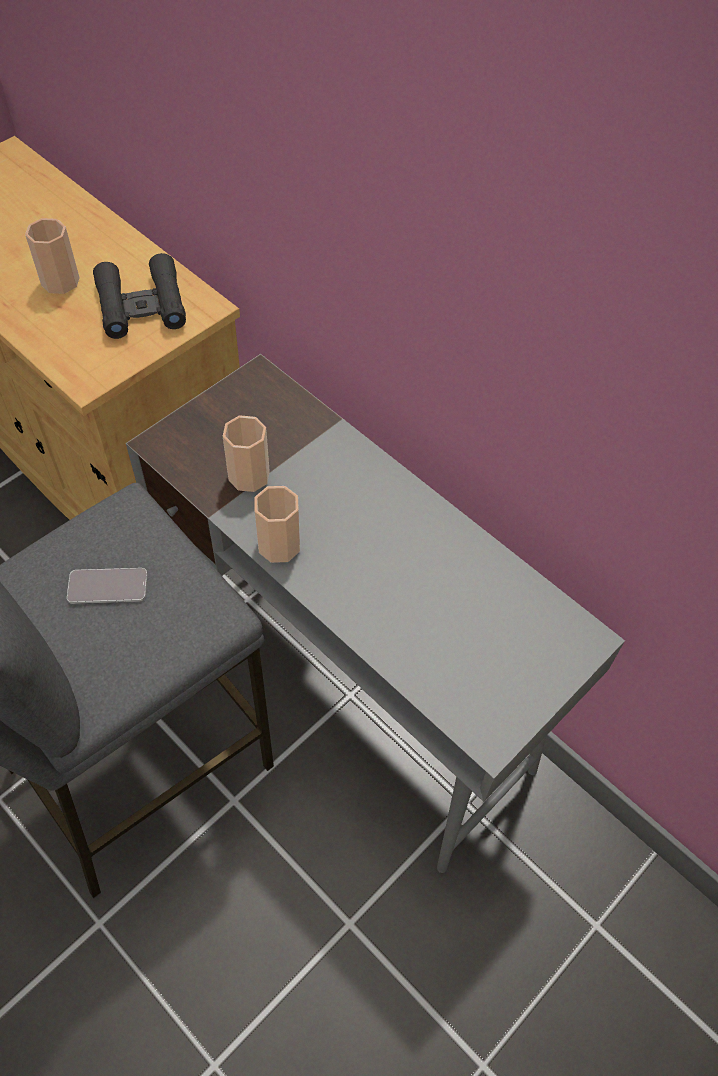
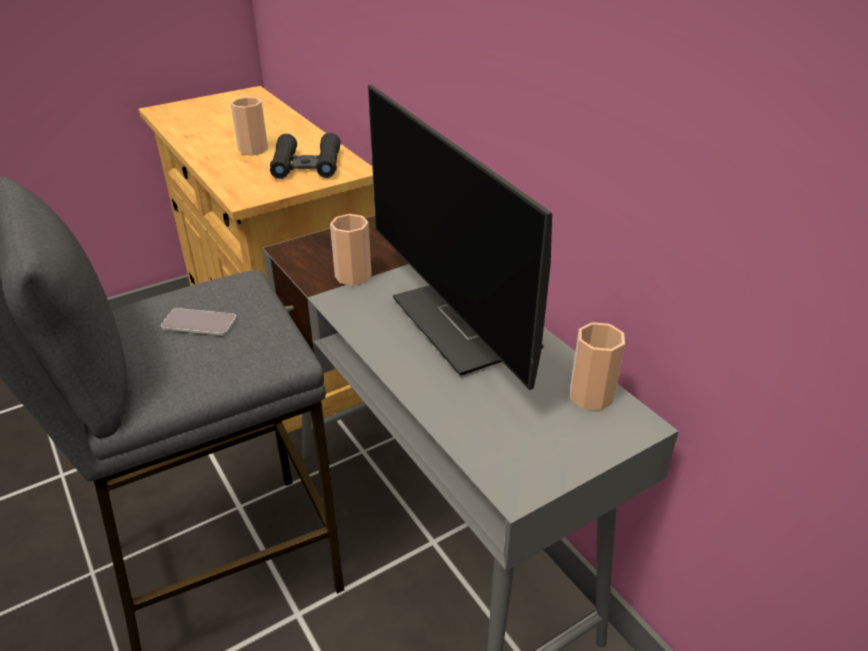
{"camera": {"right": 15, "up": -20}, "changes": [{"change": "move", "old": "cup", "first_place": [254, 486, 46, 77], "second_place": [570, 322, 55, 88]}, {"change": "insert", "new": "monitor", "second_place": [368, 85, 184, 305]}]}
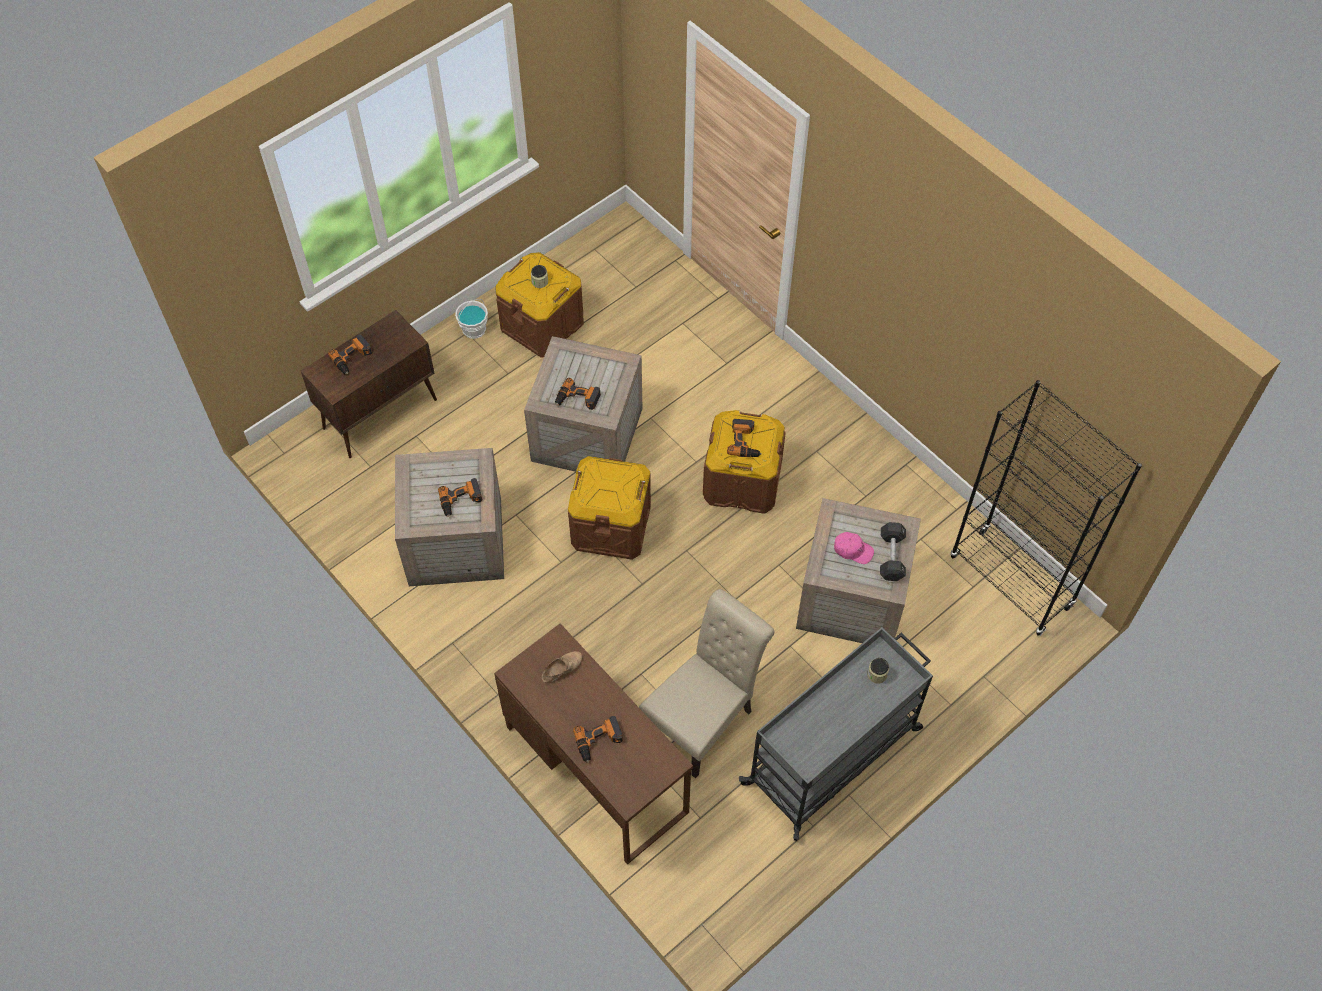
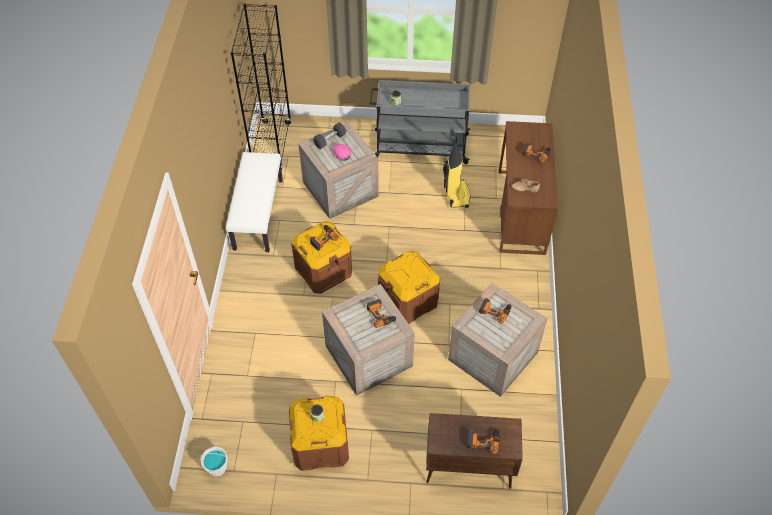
{"camera": {"right": -135, "up": -5}, "changes": [{"change": "move", "old": "bucket (white)", "first_place": [455, 299, 33, 40], "second_place": [200, 447, 28, 29]}, {"change": "replace", "old": "chair (beige)", "new": "vacuum cleaner", "first_place": [639, 589, 136, 190], "second_place": [443, 128, 27, 80]}, {"change": "insert", "new": "bench (white)", "second_place": [226, 152, 57, 100]}]}
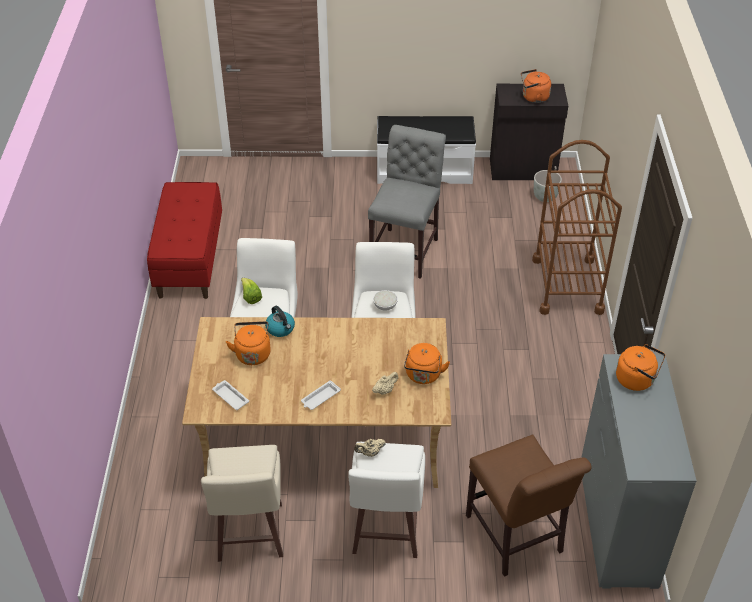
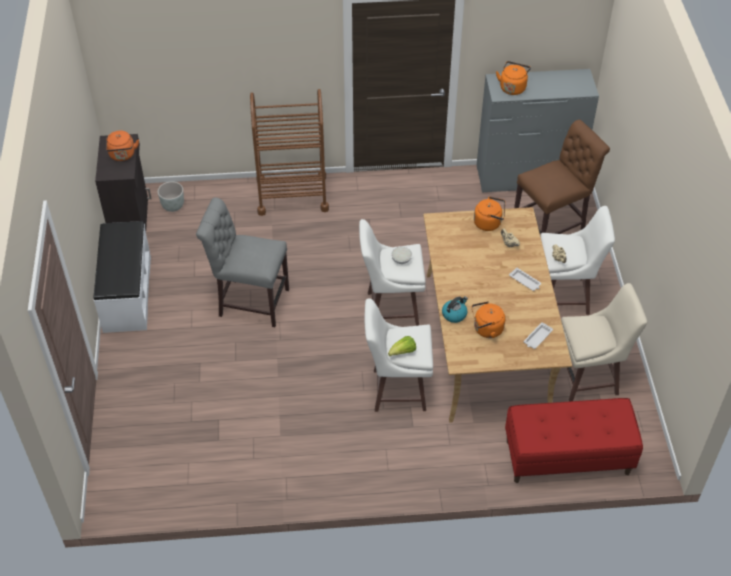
{"camera": {"right": -95, "up": 5}, "changes": [{"change": "move", "old": "bench (red)", "first_place": [147, 182, 75, 117], "second_place": [505, 398, 138, 85]}]}
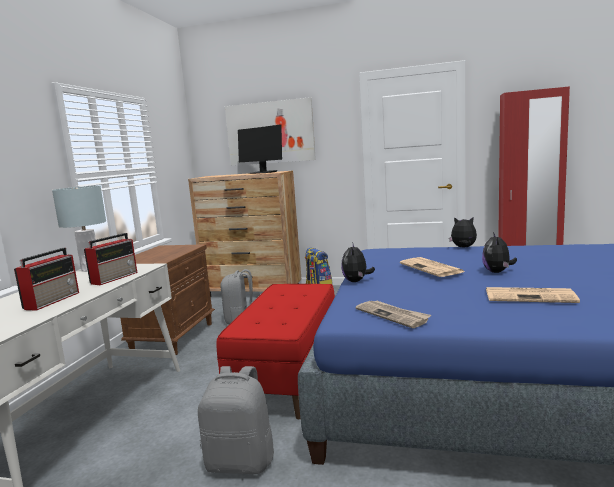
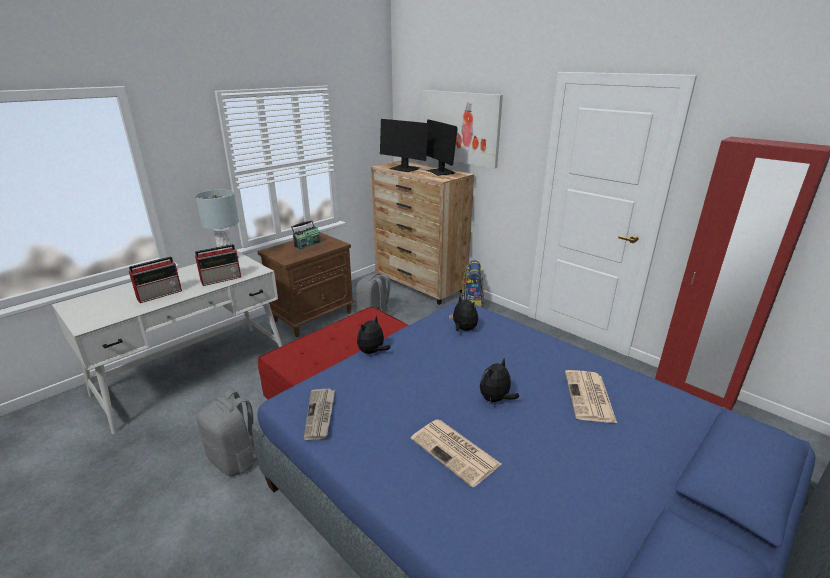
{"camera": {"right": 30, "up": 15}, "changes": [{"change": "move", "old": "newspaper", "first_place": [400, 257, 64, 20], "second_place": [565, 370, 52, 53]}, {"change": "move", "old": "plush toy", "first_place": [449, 217, 28, 30], "second_place": [449, 296, 29, 35]}, {"change": "insert", "new": "radio", "second_place": [291, 220, 30, 30]}, {"change": "insert", "new": "monitor", "second_place": [380, 119, 49, 53]}]}
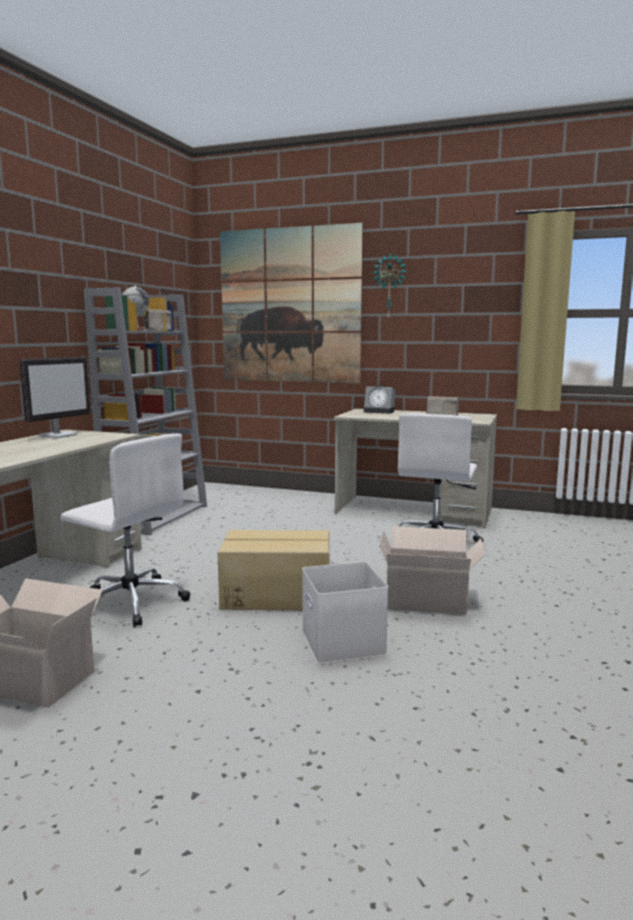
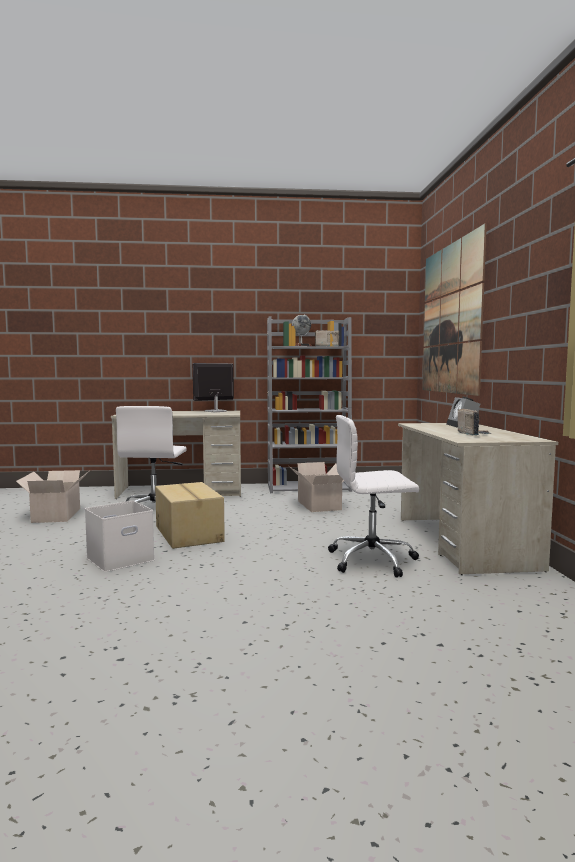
{"camera": {"right": 65, "up": -5}, "changes": [{"change": "rotate", "old": "monitor", "first_place": [20, 357, 71, 81], "second_place": [193, 363, 41, 49], "degrees": 135}, {"change": "delete", "old": "wall clock", "first_place": [372, 253, 36, 68]}, {"change": "move", "old": "cardboard box", "first_place": [380, 526, 105, 89], "second_place": [289, 462, 55, 50]}]}
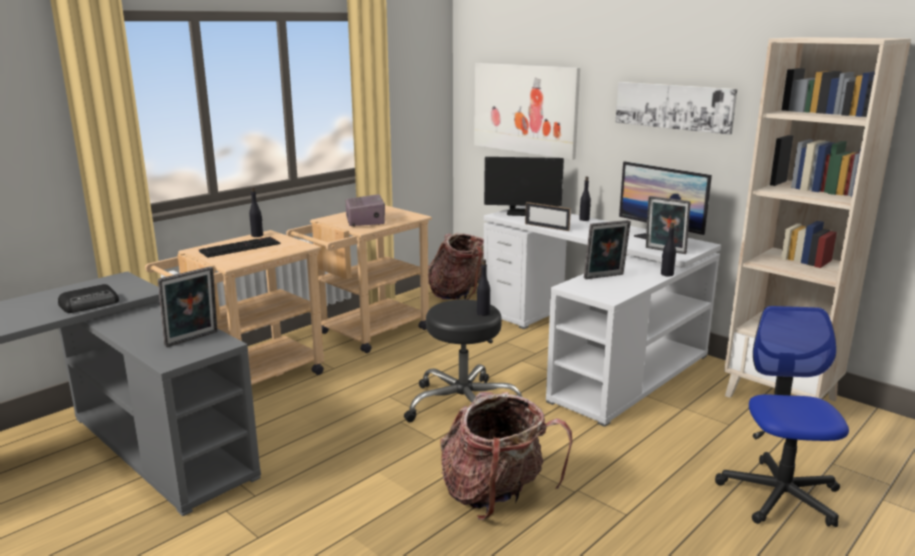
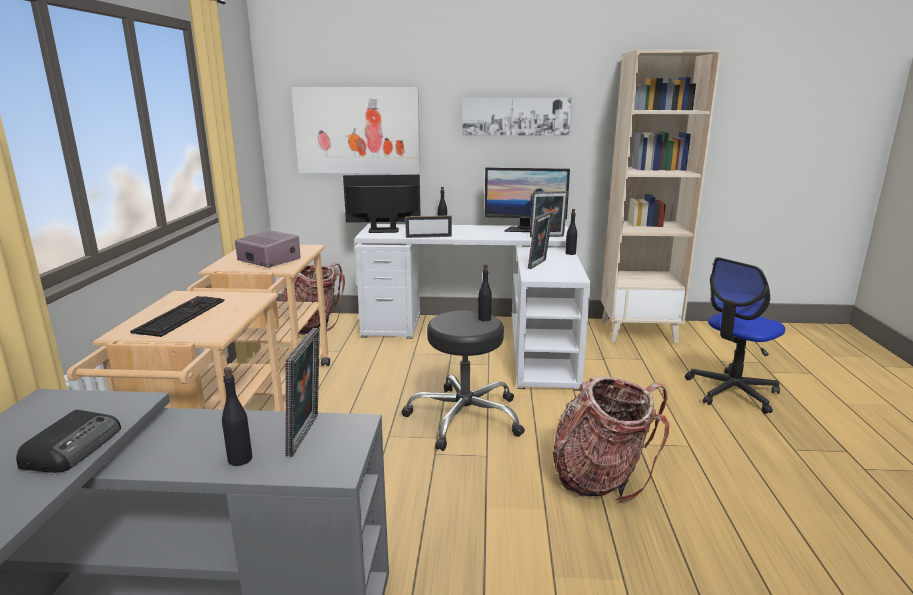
{"camera": {"right": -40, "up": 0}, "changes": [{"change": "move", "old": "bottle (black)", "first_place": [249, 187, 14, 50], "second_place": [222, 367, 30, 99]}, {"change": "rotate", "old": "monitor", "first_place": [484, 157, 80, 59], "second_place": [343, 174, 77, 59], "degrees": -150}, {"change": "rotate", "old": "office chair", "first_place": [715, 306, 134, 221], "second_place": [685, 257, 100, 157], "degrees": -90}]}
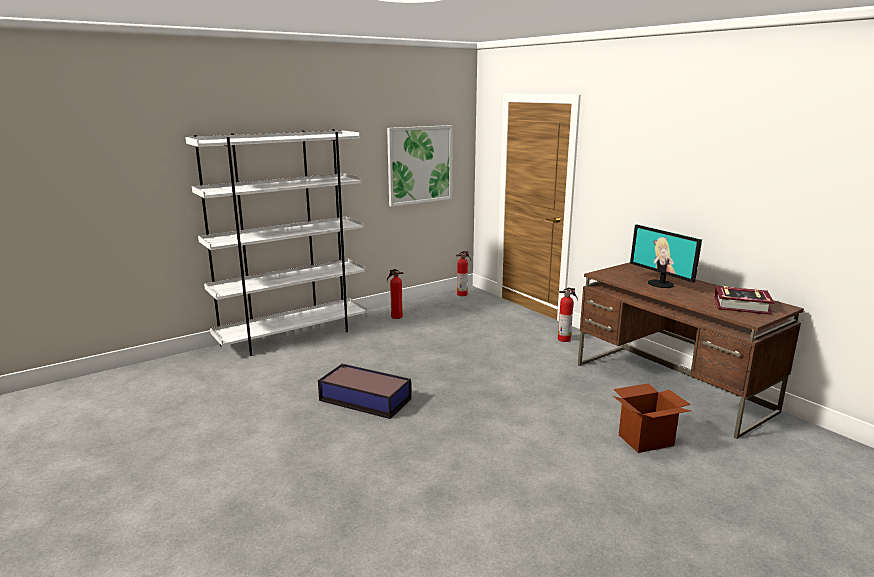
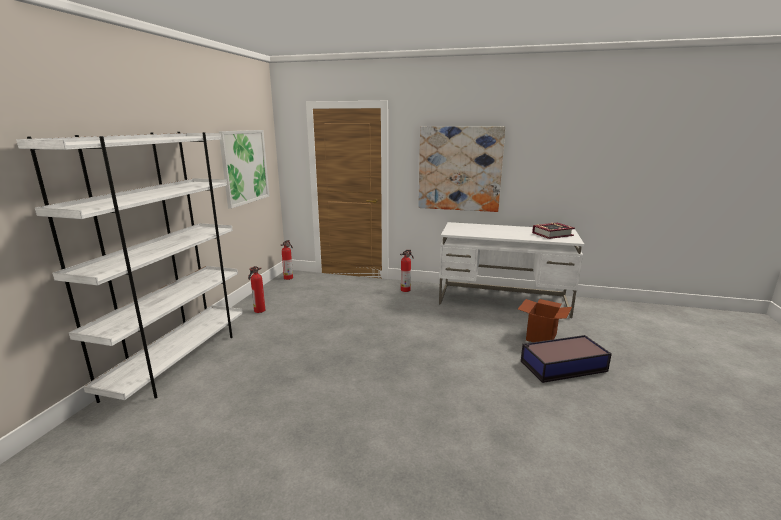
{"camera": {"right": -40, "up": 0}, "changes": [{"change": "move", "old": "storage box", "first_place": [318, 364, 93, 55], "second_place": [521, 335, 91, 48]}, {"change": "recolor", "old": "desk (brown)", "new": "desk (white)", "first_place": [578, 262, 226, 177], "second_place": [439, 222, 146, 96]}, {"change": "delete", "old": "monitor", "first_place": [630, 225, 72, 63]}, {"change": "insert", "new": "picture", "second_place": [418, 126, 87, 86]}]}
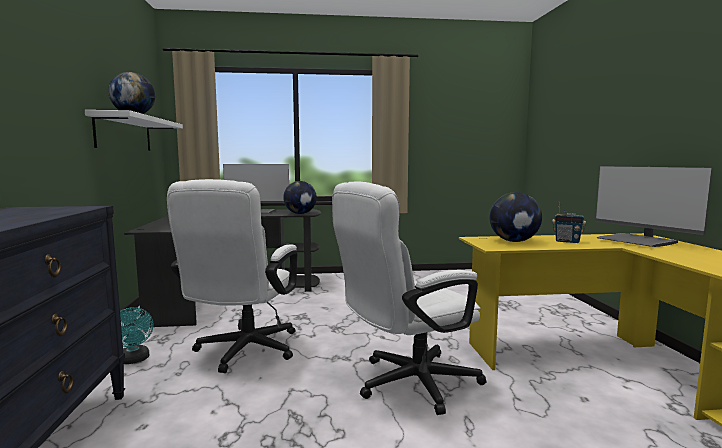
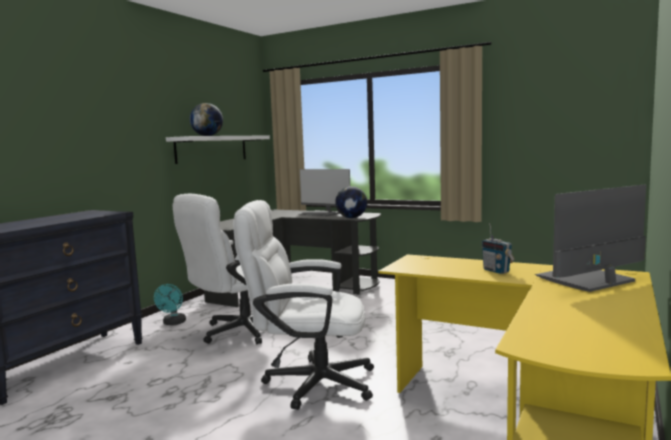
{"camera": {"right": 35, "up": 0}, "changes": [{"change": "delete", "old": "globe", "first_place": [490, 192, 52, 50]}, {"change": "rotate", "old": "monitor", "first_place": [596, 166, 116, 81], "second_place": [535, 184, 111, 108], "degrees": 60}]}
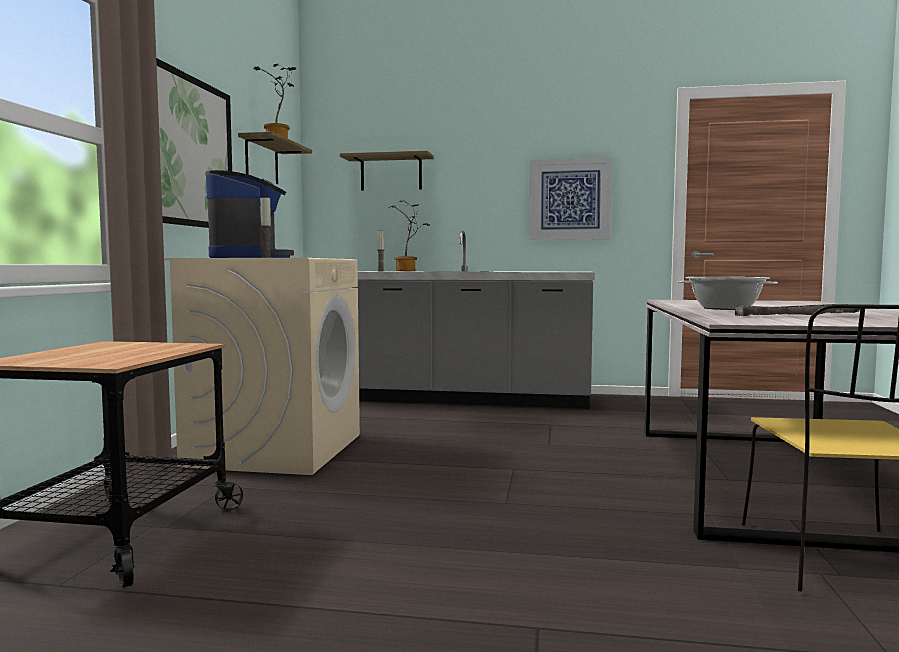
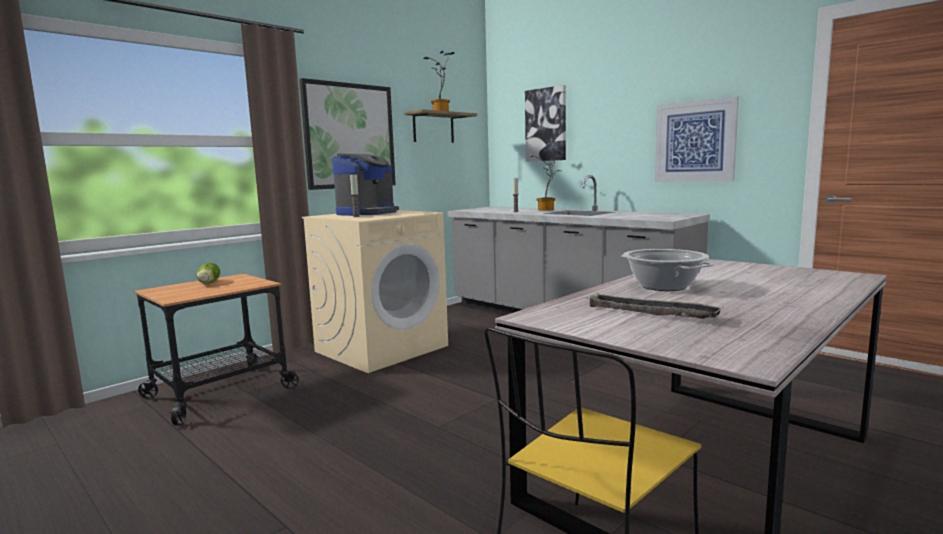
{"camera": {"right": 35, "up": 5}, "changes": [{"change": "replace", "old": "shelf", "new": "picture", "first_place": [340, 151, 94, 40], "second_place": [525, 85, 41, 76]}, {"change": "insert", "new": "lettuce", "second_place": [196, 263, 24, 21]}]}
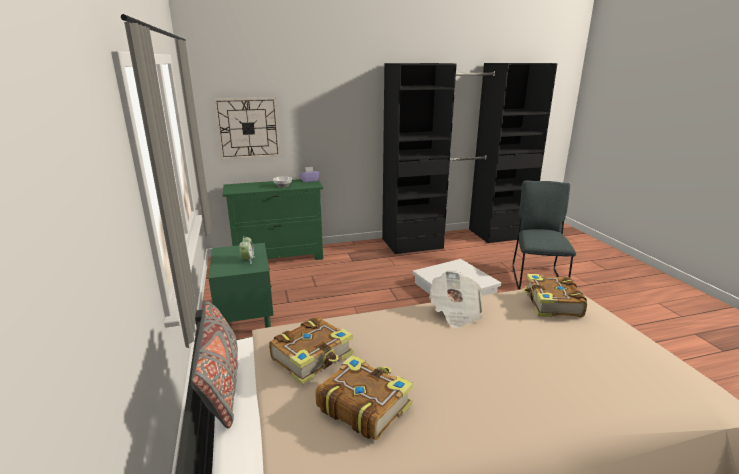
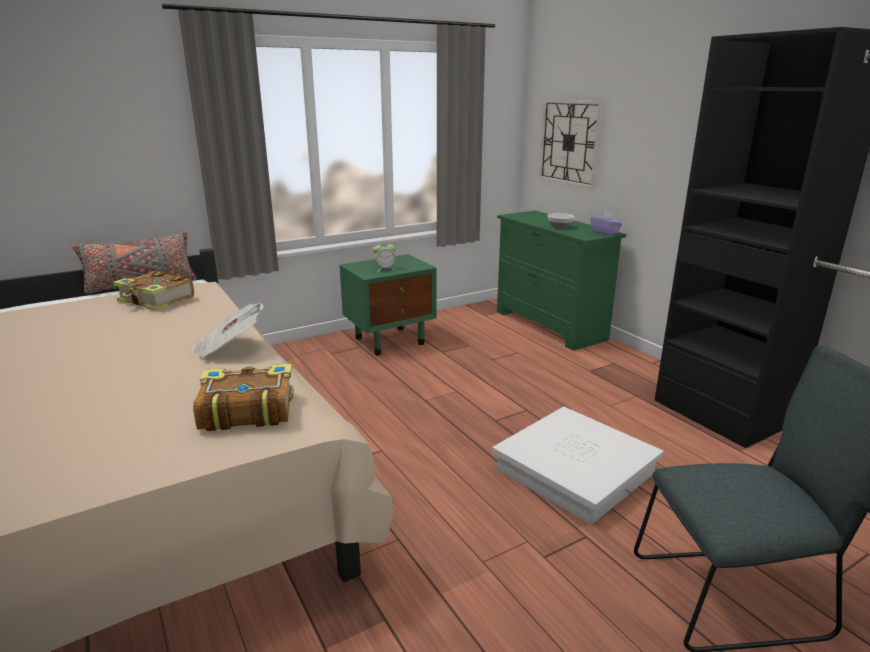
{"camera": {"right": 75, "up": 0}, "changes": [{"change": "delete", "old": "book", "first_place": [315, 355, 98, 85]}]}
